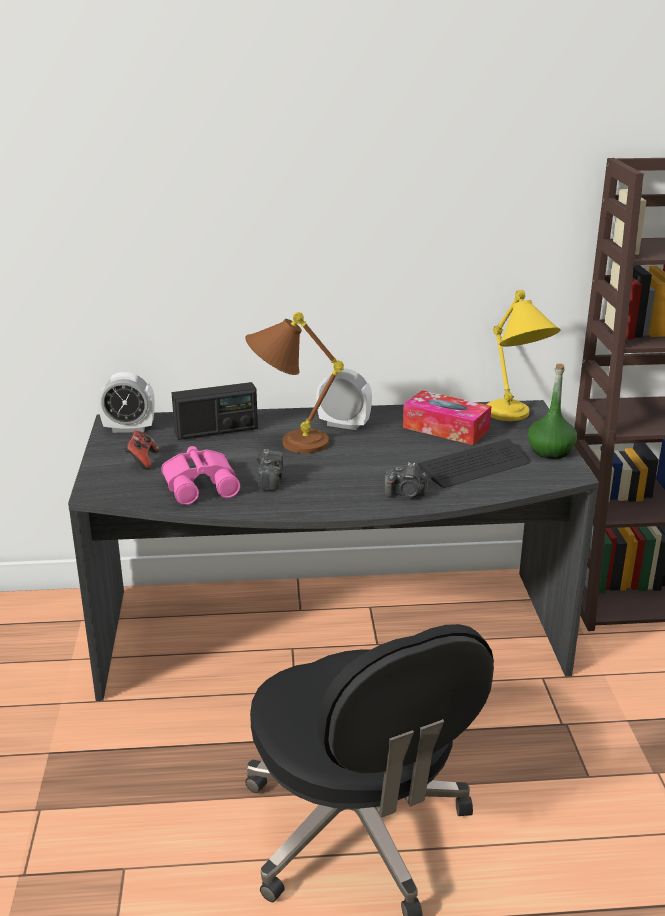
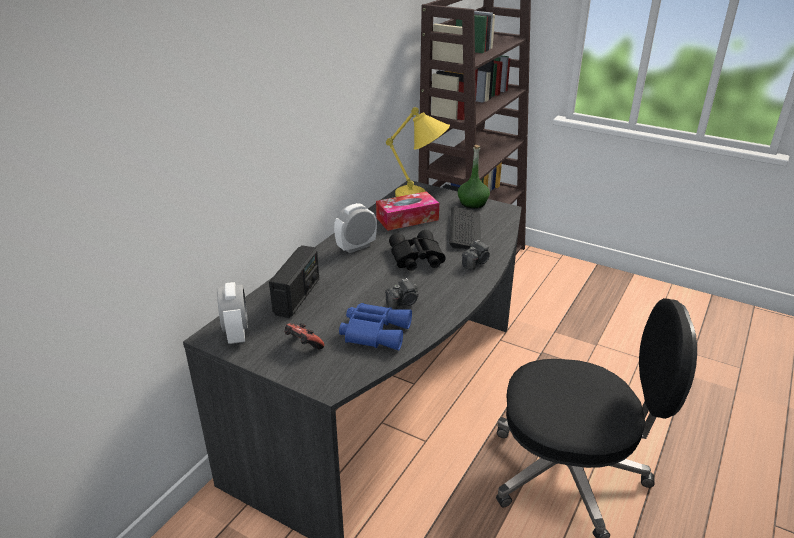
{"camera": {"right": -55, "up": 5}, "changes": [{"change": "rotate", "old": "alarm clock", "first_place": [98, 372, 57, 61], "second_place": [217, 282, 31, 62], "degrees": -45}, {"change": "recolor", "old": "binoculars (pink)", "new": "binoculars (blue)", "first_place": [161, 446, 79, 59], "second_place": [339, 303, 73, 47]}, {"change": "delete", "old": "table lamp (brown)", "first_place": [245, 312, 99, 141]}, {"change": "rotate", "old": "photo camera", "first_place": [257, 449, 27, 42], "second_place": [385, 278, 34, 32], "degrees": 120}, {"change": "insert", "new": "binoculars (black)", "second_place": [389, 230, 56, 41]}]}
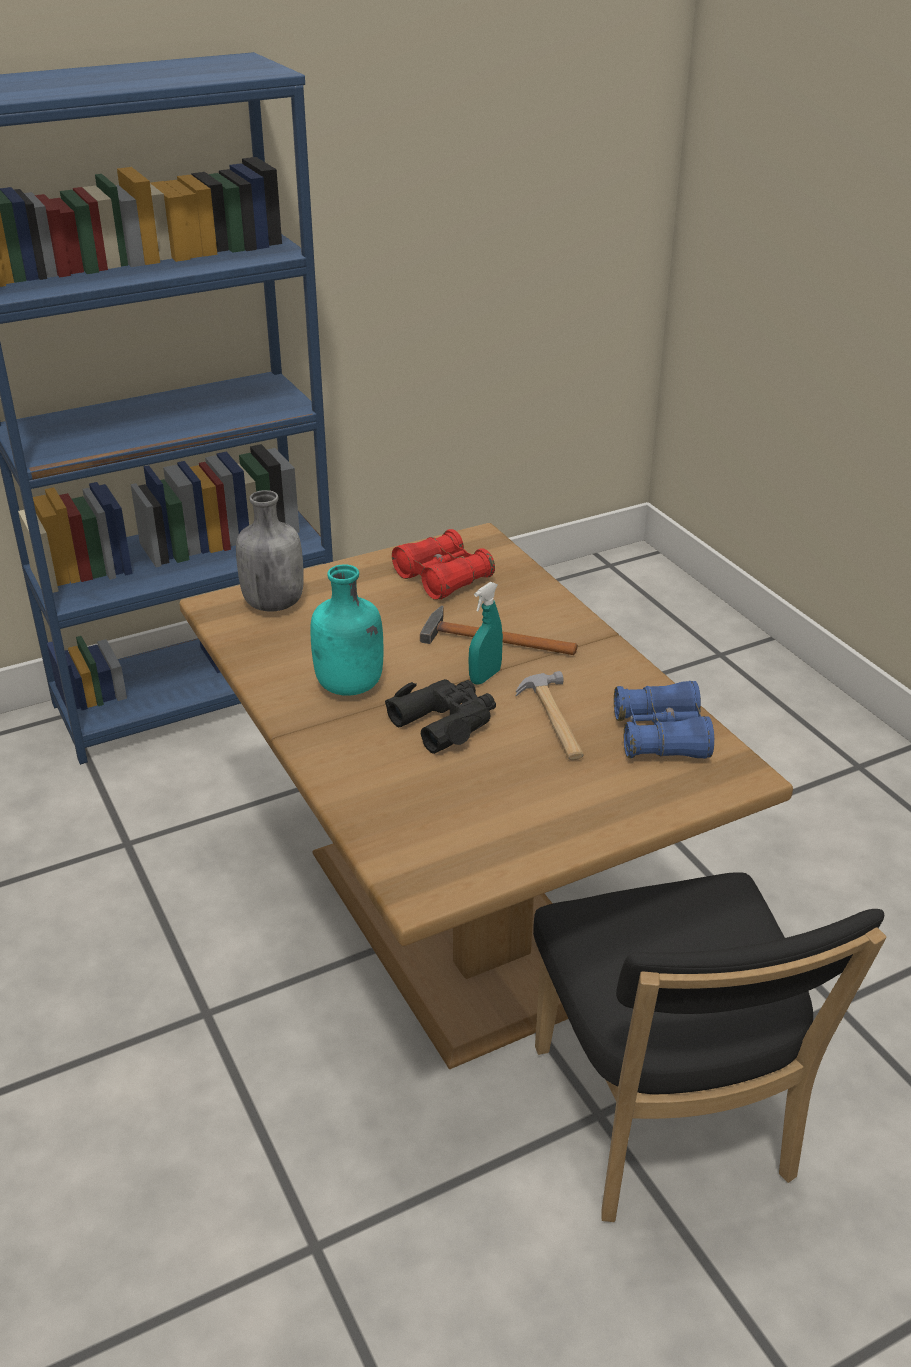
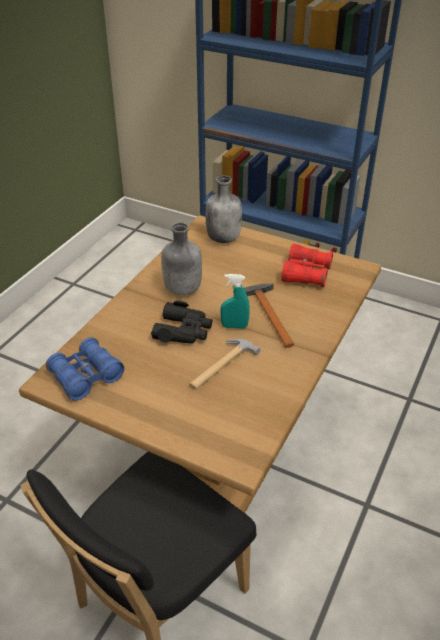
{"camera": {"right": 55, "up": 5}, "changes": [{"change": "recolor", "old": "bottle (turquoise)", "new": "bottle (grey)", "first_place": [311, 564, 73, 132], "second_place": [161, 222, 41, 74]}, {"change": "move", "old": "binoculars (blue)", "first_place": [614, 681, 100, 78], "second_place": [46, 337, 78, 64]}]}
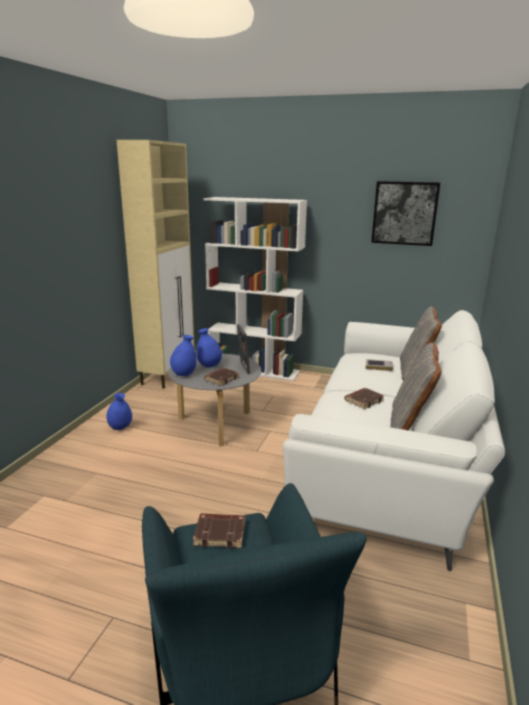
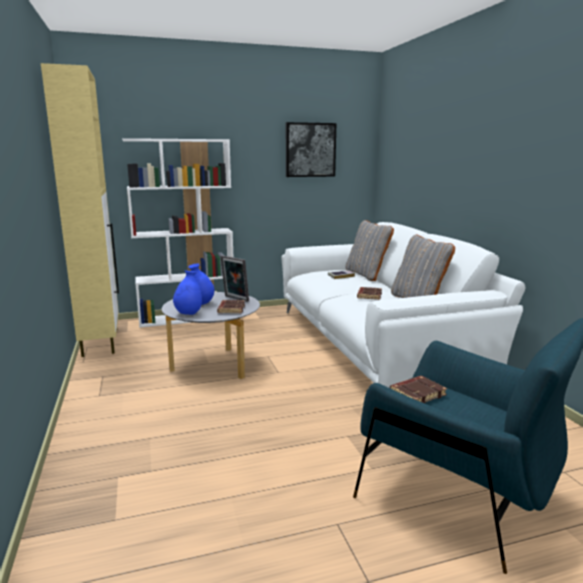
{"camera": {"right": -35, "up": -5}, "changes": [{"change": "delete", "old": "vase (blue)", "first_place": [106, 393, 26, 37]}]}
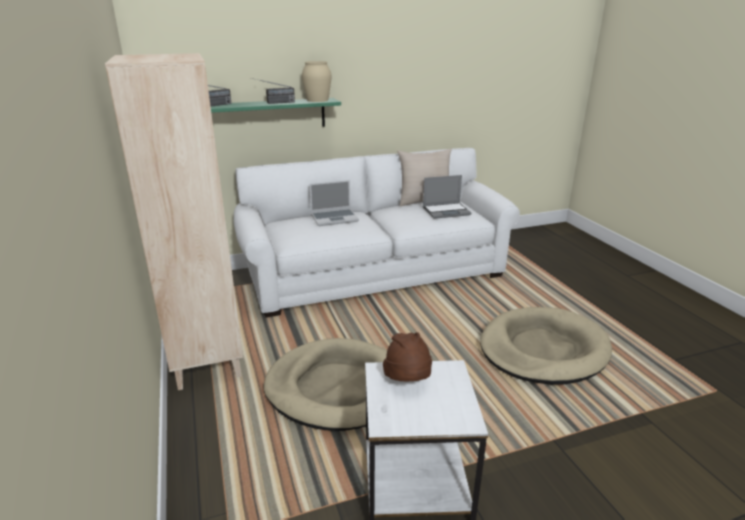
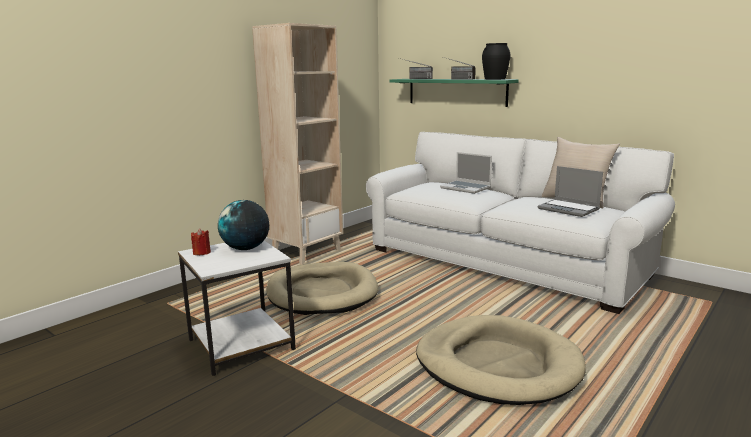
{"camera": {"right": 60, "up": -10}, "changes": [{"change": "recolor", "old": "vase (beige)", "new": "vase (black)", "first_place": [302, 61, 29, 41], "second_place": [482, 43, 29, 37]}, {"change": "replace", "old": "hat (brown)", "new": "globe", "first_place": [383, 332, 49, 49], "second_place": [218, 200, 51, 50]}, {"change": "insert", "new": "candle (red)", "second_place": [191, 229, 20, 26]}]}
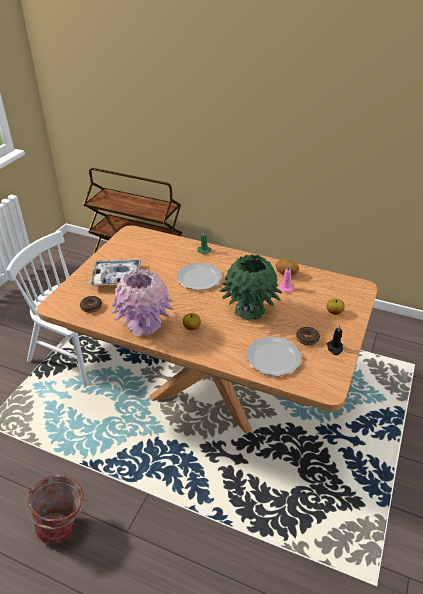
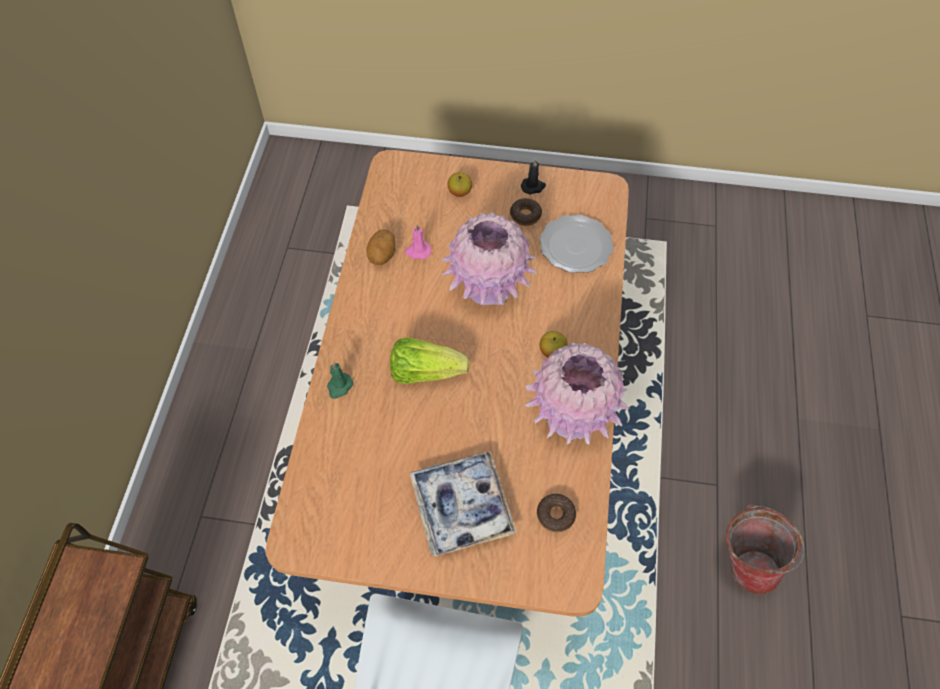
{"camera": {"right": -105, "up": 20}, "changes": [{"change": "replace", "old": "plate", "new": "lettuce", "first_place": [176, 263, 46, 27], "second_place": [390, 337, 80, 47]}, {"change": "recolor", "old": "vase (green)", "new": "vase (pink)", "first_place": [219, 254, 63, 66], "second_place": [442, 212, 95, 93]}]}
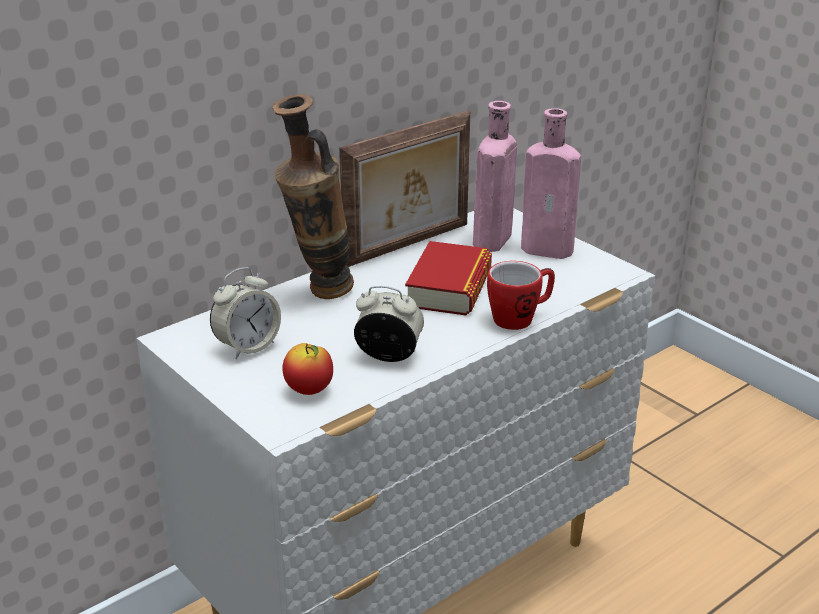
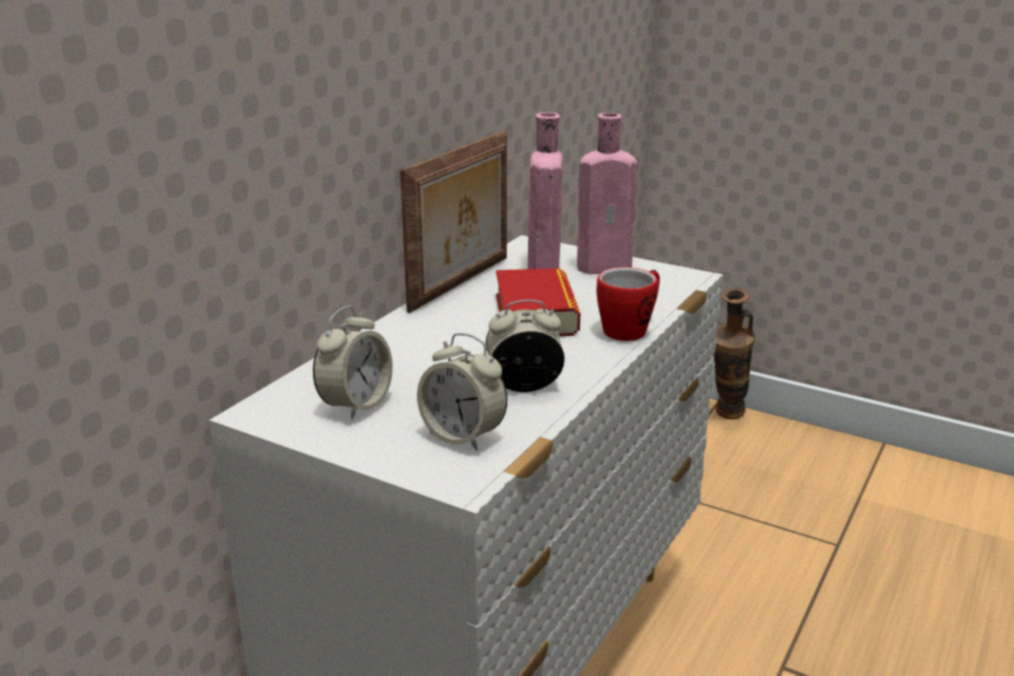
{"camera": {"right": -20, "up": -5}, "changes": [{"change": "move", "old": "vase", "first_place": [272, 94, 82, 205], "second_place": [714, 289, 41, 130]}, {"change": "replace", "old": "apple", "new": "alarm clock", "first_place": [282, 343, 51, 52], "second_place": [417, 333, 90, 118]}]}
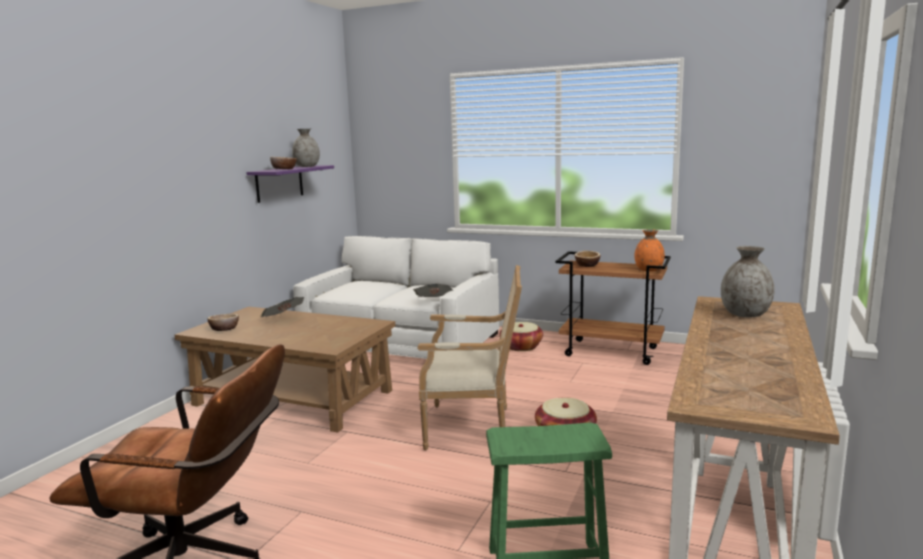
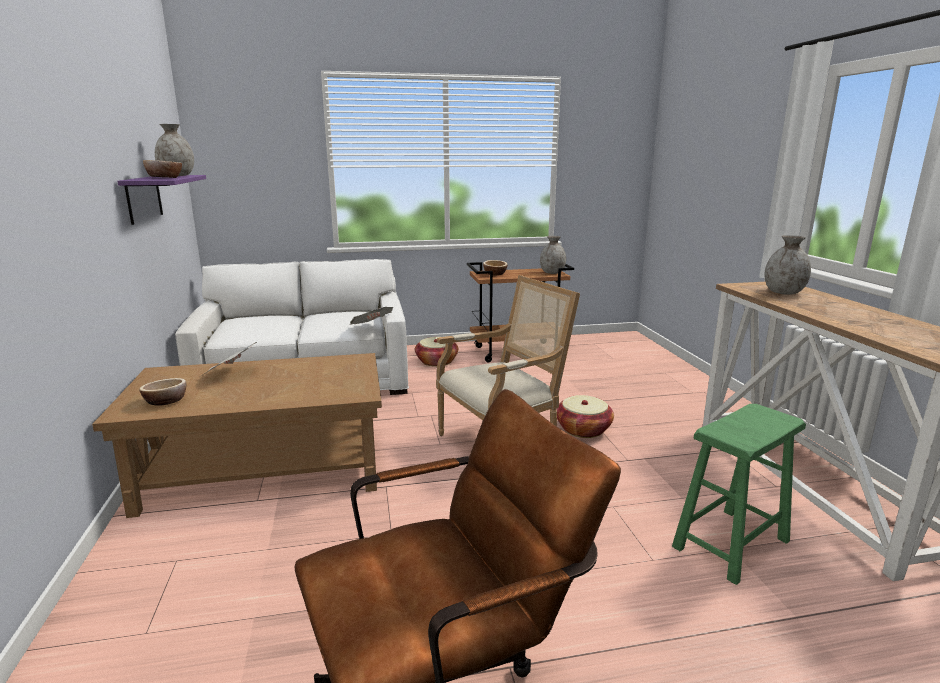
{"camera": {"right": -35, "up": 5}, "changes": [{"change": "recolor", "old": "vase (orange)", "new": "vase (grey)", "first_place": [635, 229, 30, 42], "second_place": [540, 236, 26, 38]}]}
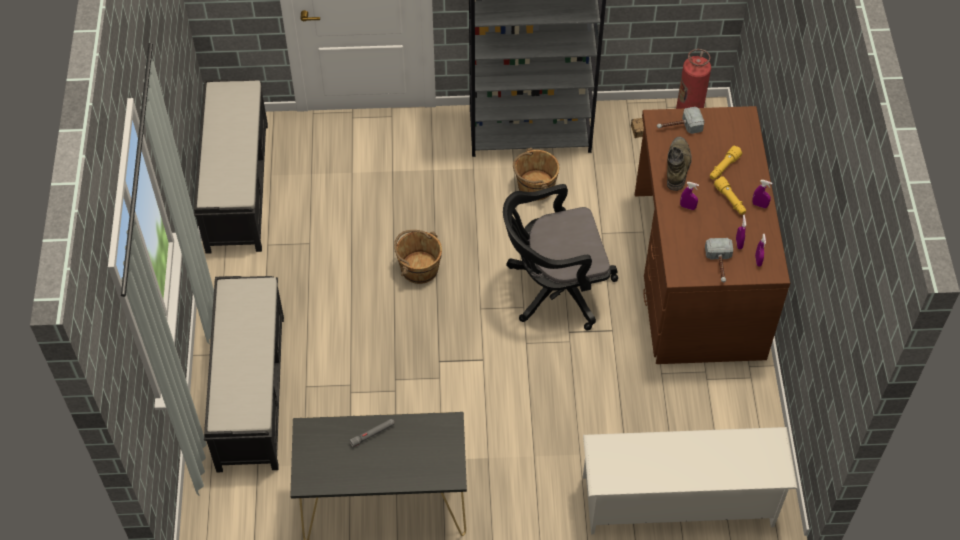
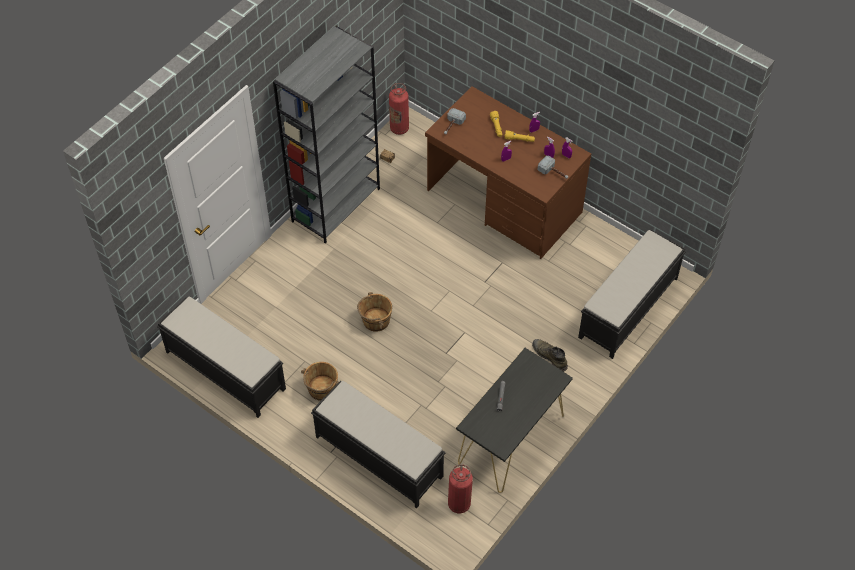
{"camera": {"right": -50, "up": 0}, "changes": [{"change": "delete", "old": "office chair (black)", "first_place": [503, 184, 115, 147]}, {"change": "move", "old": "bucket (brown)", "first_place": [513, 148, 46, 52], "second_place": [301, 362, 38, 39]}, {"change": "replace", "old": "shoe rack (white)", "new": "bench (black)", "first_place": [583, 427, 215, 107], "second_place": [578, 230, 108, 129]}, {"change": "move", "old": "boot (green)", "first_place": [667, 137, 25, 54], "second_place": [532, 339, 36, 33]}, {"change": "insert", "new": "fire extinguisher", "second_place": [448, 464, 25, 49]}]}
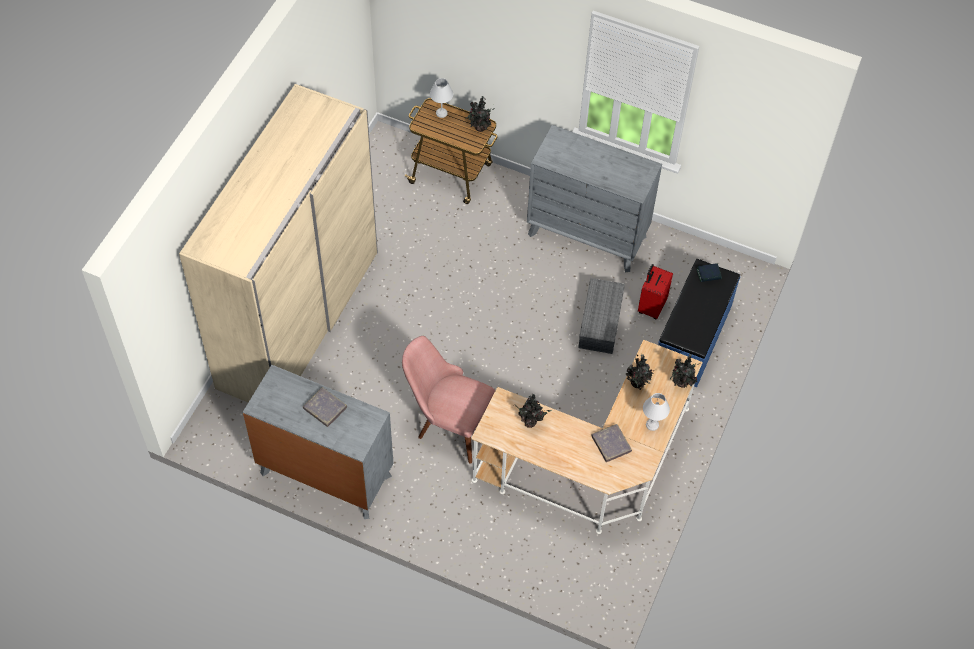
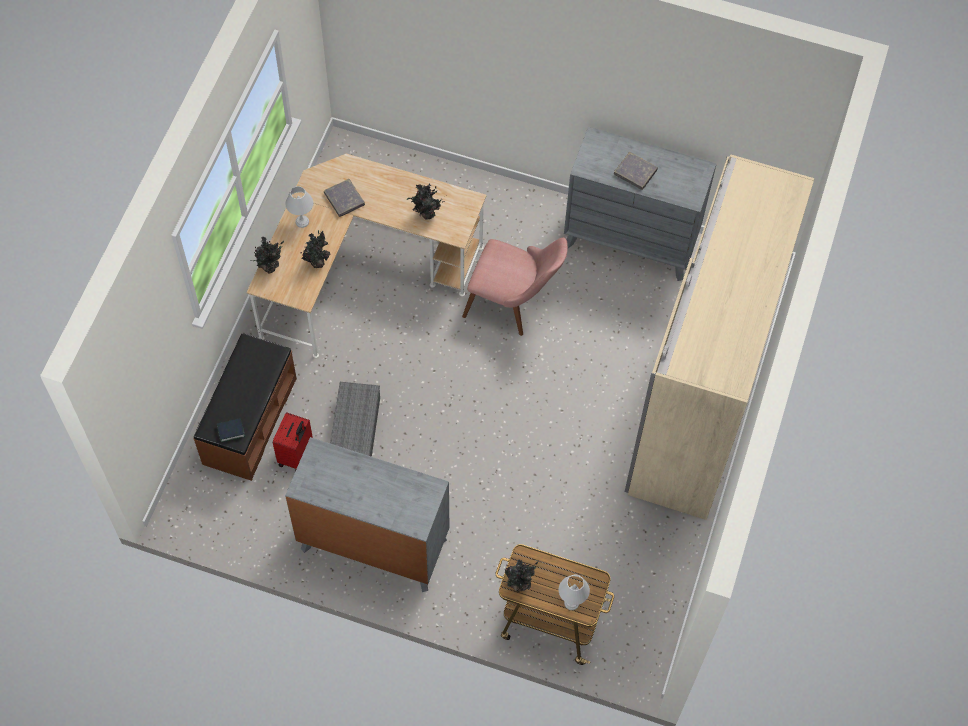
{"camera": {"right": 175, "up": 5}, "changes": [{"change": "recolor", "old": "bench (blue)", "new": "bench (brown)", "first_place": [658, 259, 82, 128], "second_place": [194, 333, 103, 148]}]}
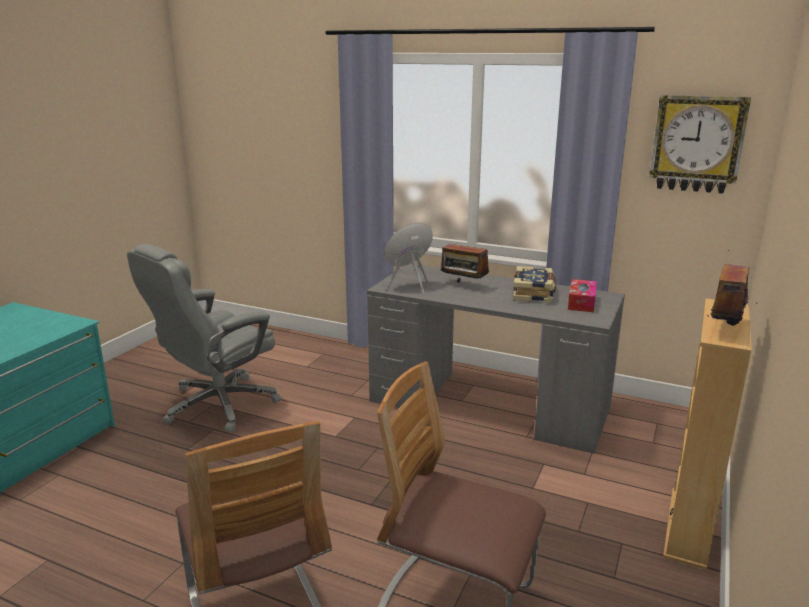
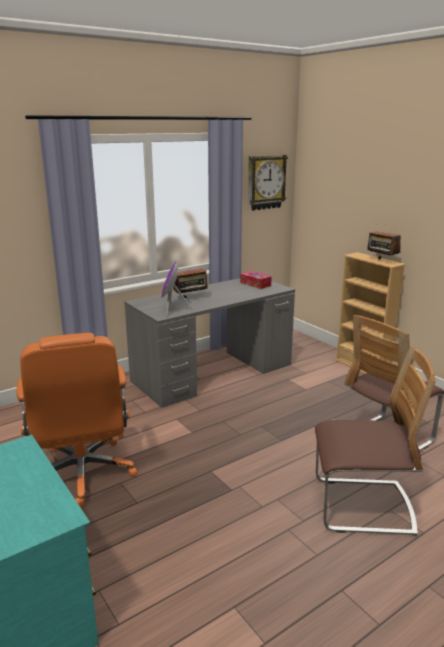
{"camera": {"right": -60, "up": 0}, "changes": [{"change": "recolor", "old": "office chair (grey)", "new": "office chair (orange)", "first_place": [127, 244, 154, 188], "second_place": [16, 333, 121, 174]}, {"change": "delete", "old": "book", "first_place": [513, 266, 43, 37]}]}
